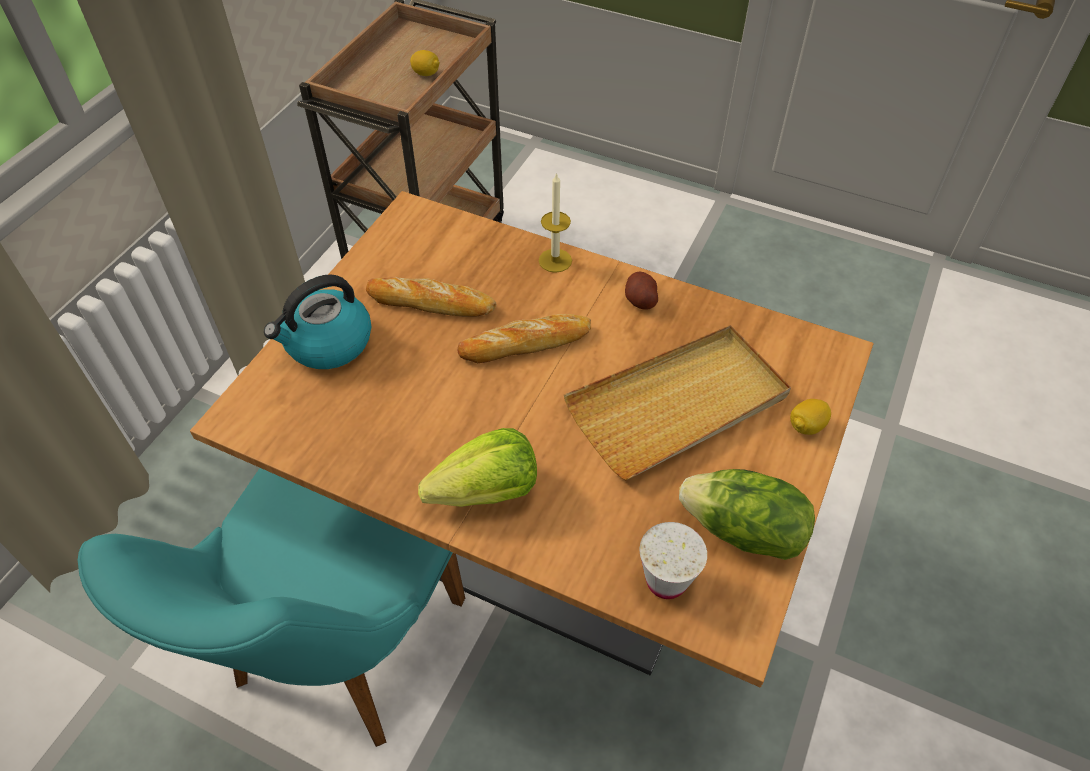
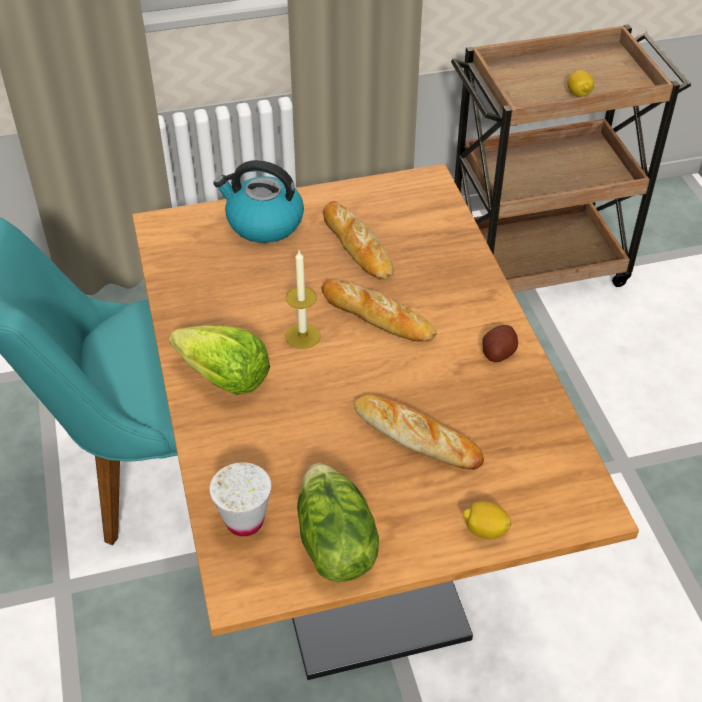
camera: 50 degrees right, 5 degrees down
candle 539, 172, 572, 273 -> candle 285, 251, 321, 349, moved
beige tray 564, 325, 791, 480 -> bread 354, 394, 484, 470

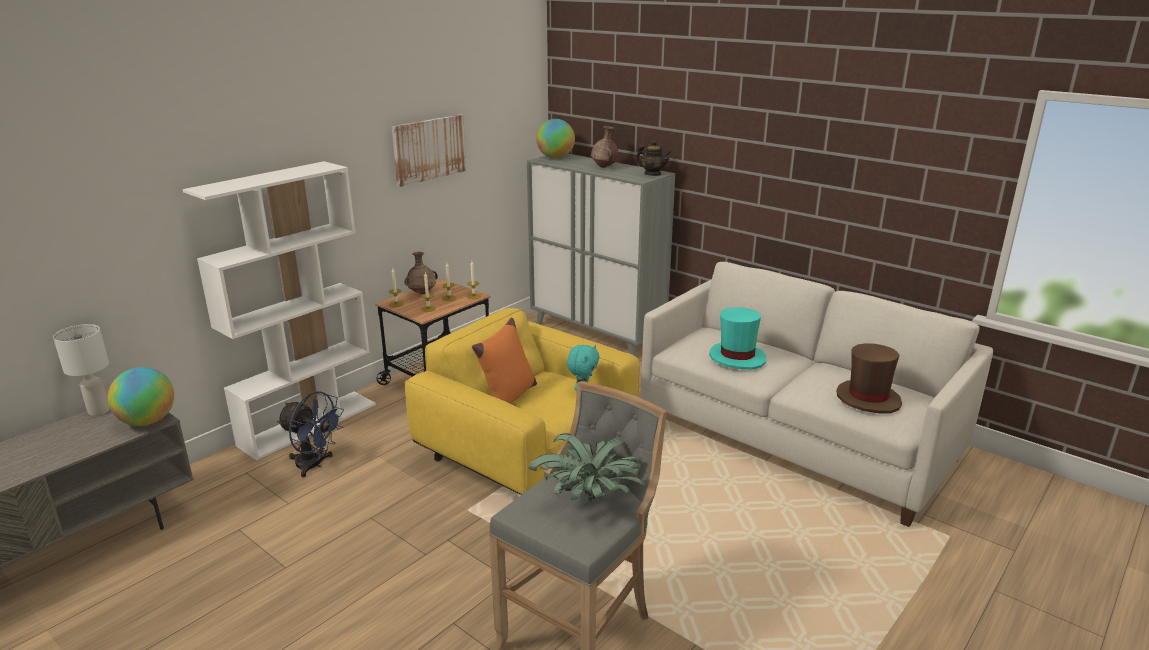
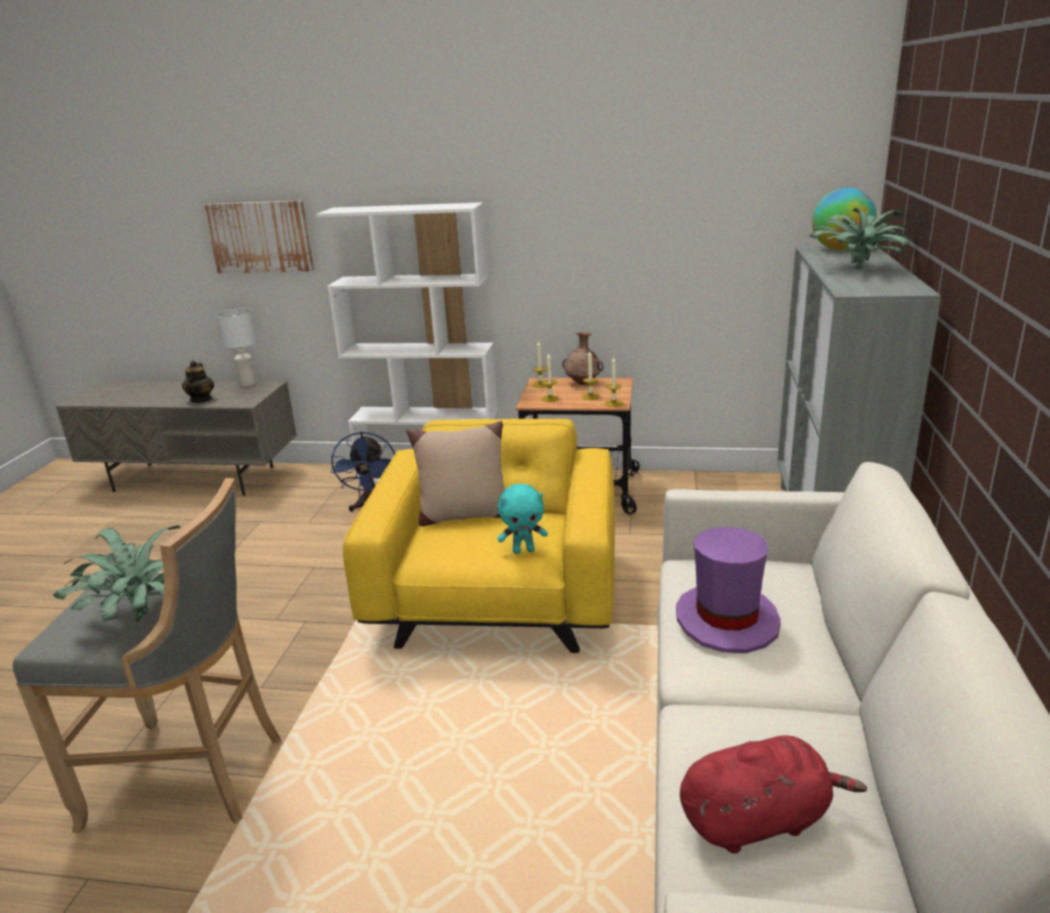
camera: 60 degrees right, 0 degrees up
globe 108, 367, 174, 426 -> none
picture 392, 114, 466, 187 -> picture 204, 200, 314, 273, moved
teapot 635, 140, 672, 176 -> teapot 182, 360, 214, 403, moved
brown vase 591, 126, 618, 168 -> potted plant 809, 209, 924, 269
brown hat 836, 343, 902, 413 -> red plush toy 680, 736, 867, 853
orange pillow 472, 317, 537, 404 -> beige pillow 406, 421, 505, 526
turquoise hat 709, 307, 766, 370 -> purple hat 676, 527, 781, 653

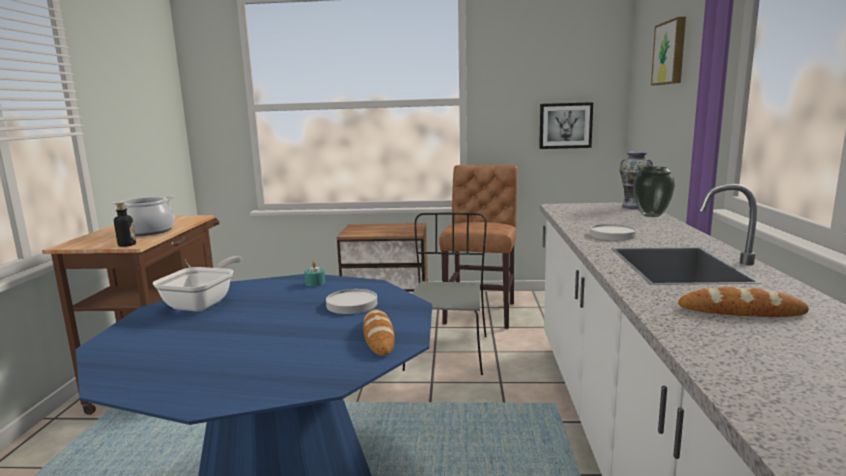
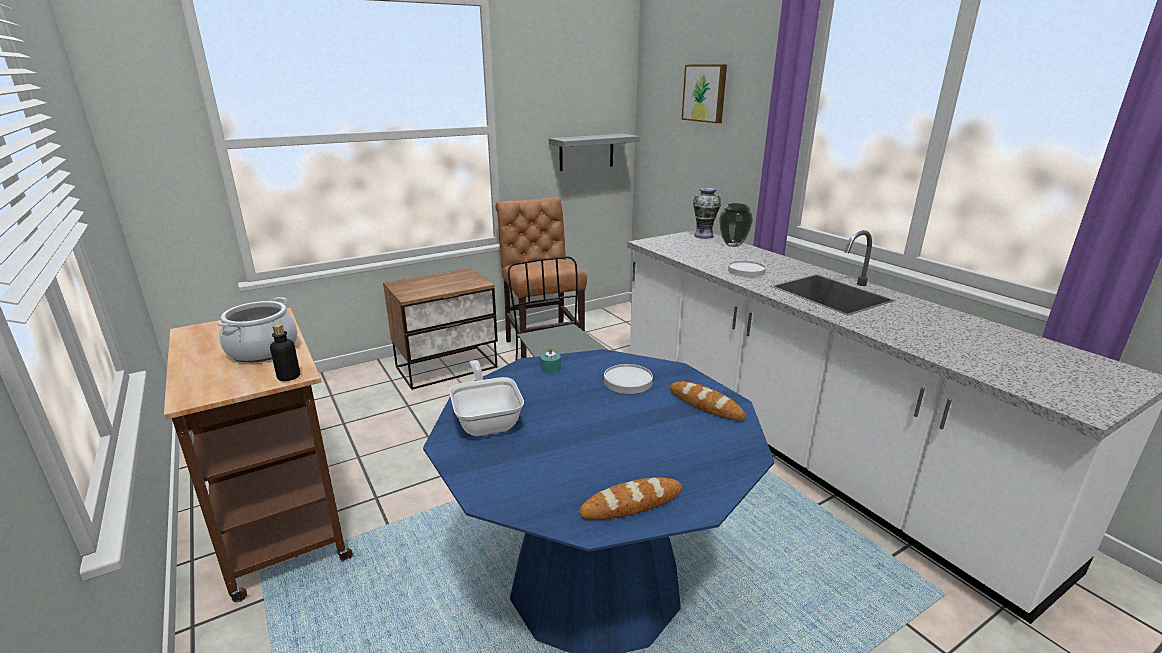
camera: 35 degrees left, 10 degrees up
bread 678, 287, 809, 317 -> bread 579, 477, 682, 520, moved
picture 539, 102, 593, 149 -> grey shelf 549, 134, 640, 171

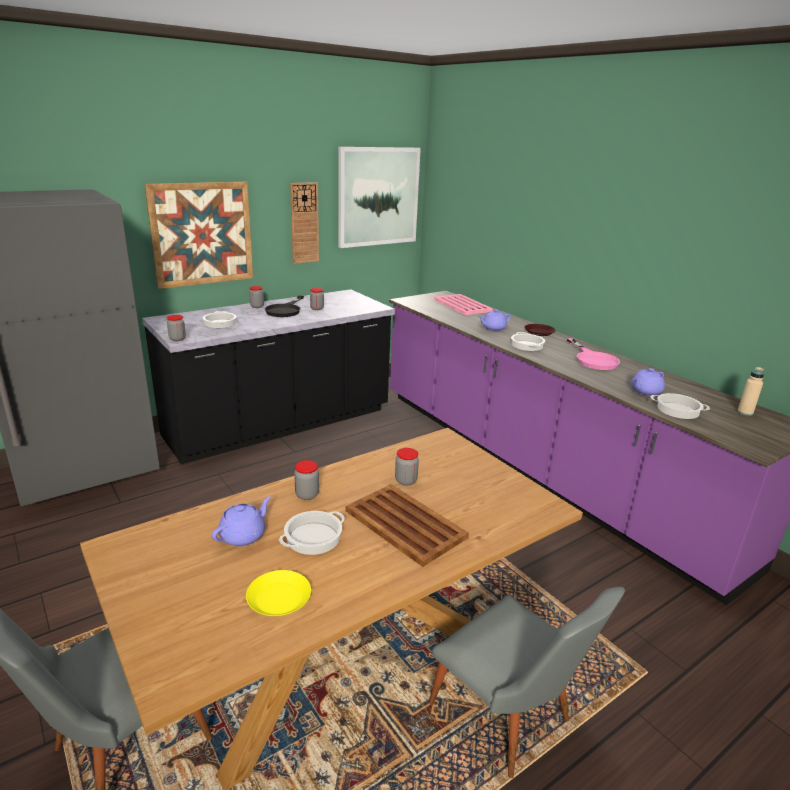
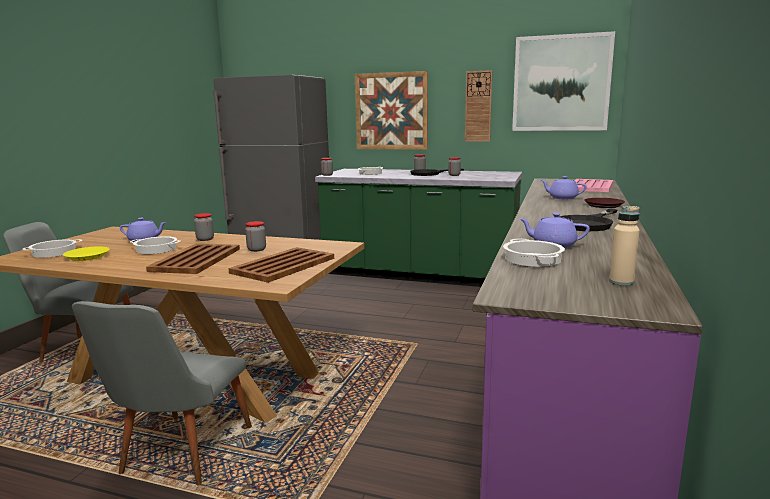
camera: 55 degrees right, 10 degrees down
none -> brown tray 228, 247, 334, 283
cooking pot 511, 332, 545, 351 -> cooking pot 22, 239, 82, 258, moved
black counter 142, 289, 395, 465 -> green counter 315, 169, 522, 287
pink frying pan 567, 338, 620, 370 -> black frying pan 559, 209, 617, 231

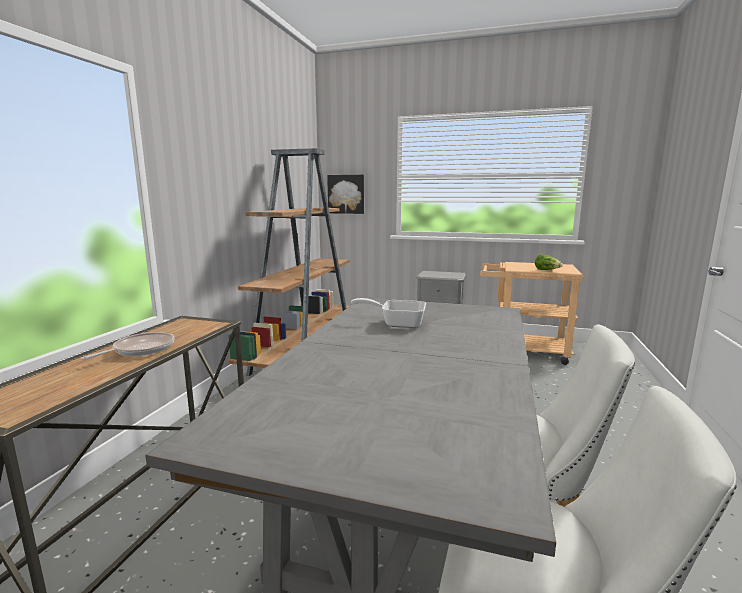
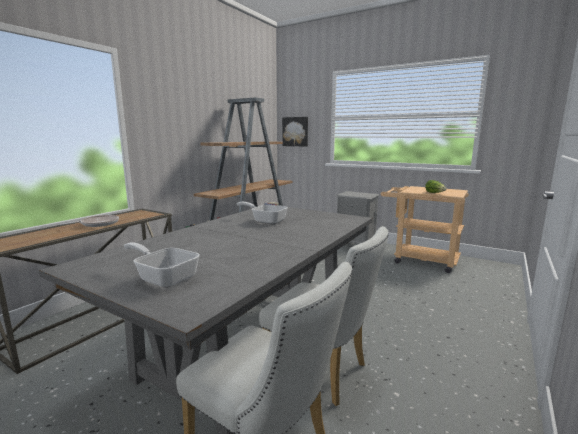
camera: 15 degrees right, 0 degrees up
none -> frying pan 124, 242, 200, 288

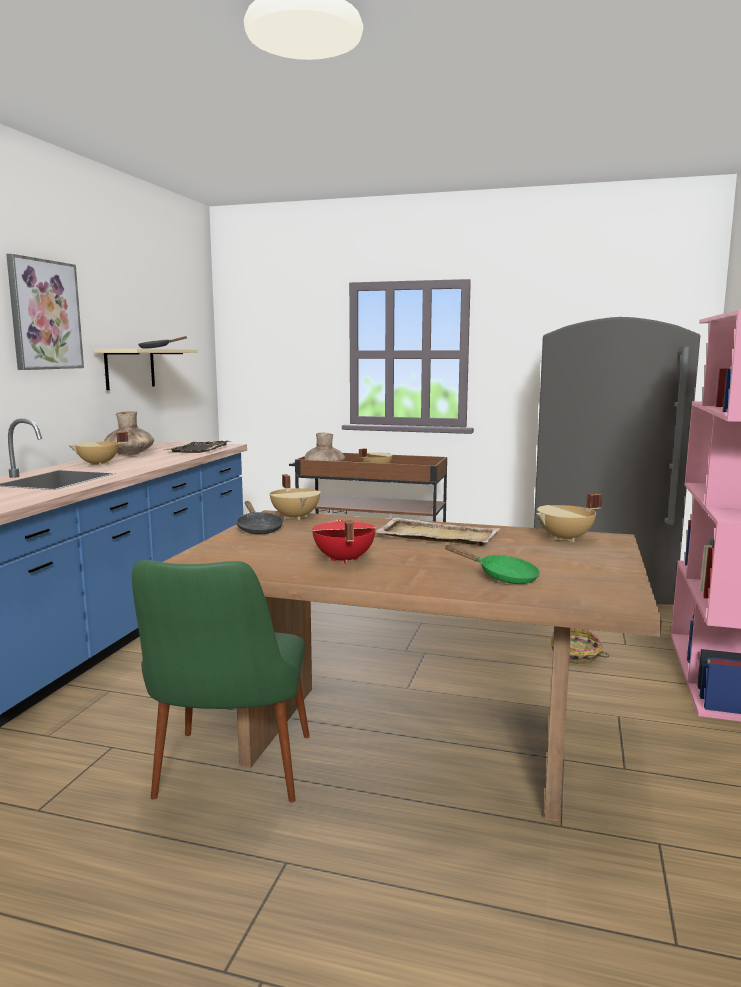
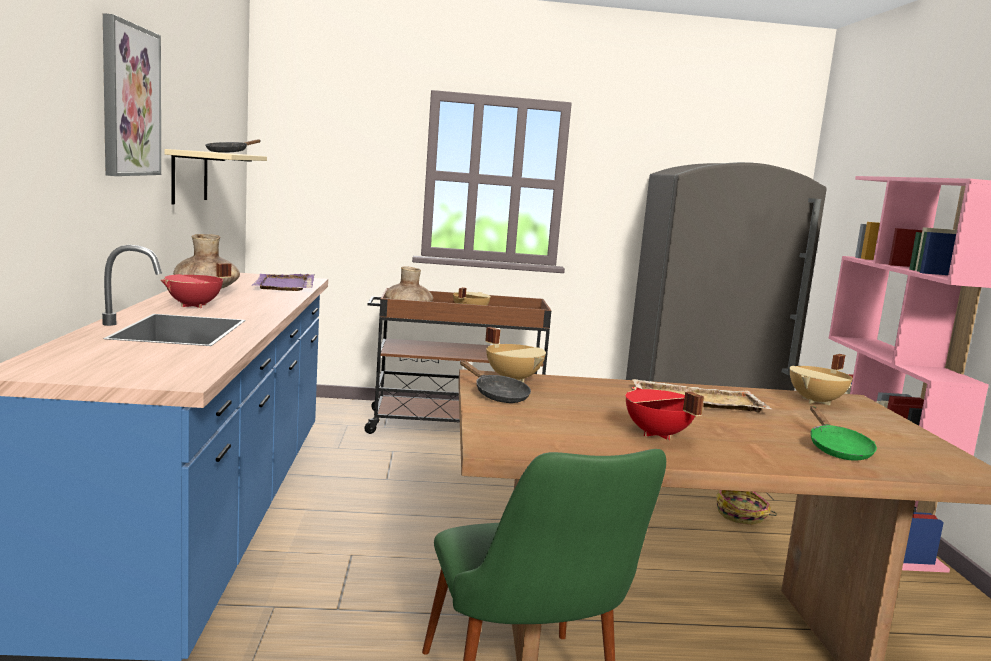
camera: 20 degrees left, 0 degrees up
beige cooking pot 69, 432, 128, 466 -> red cooking pot 160, 263, 231, 308
black tray 164, 440, 230, 453 -> purple tray 252, 274, 315, 291
green frying pan 444, 545, 540, 584 -> green frying pan 810, 406, 877, 461, 75 degrees clockwise

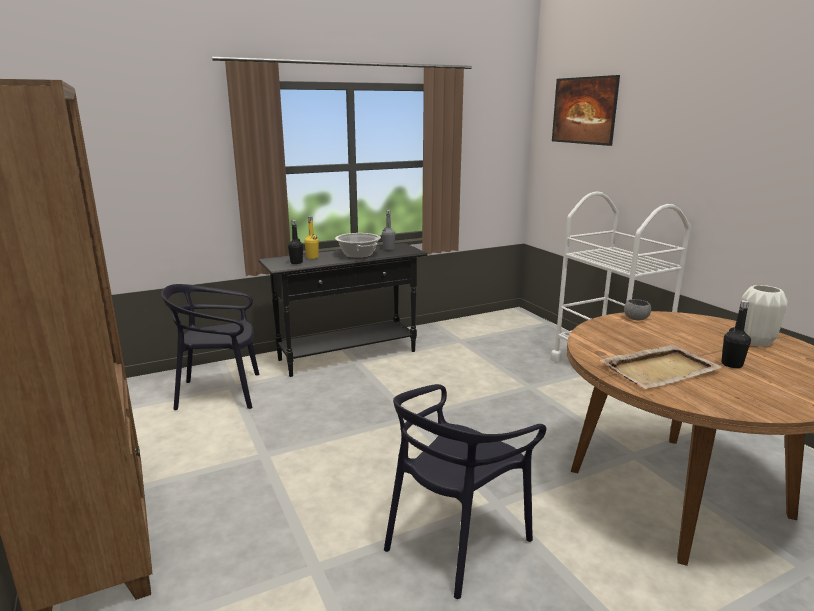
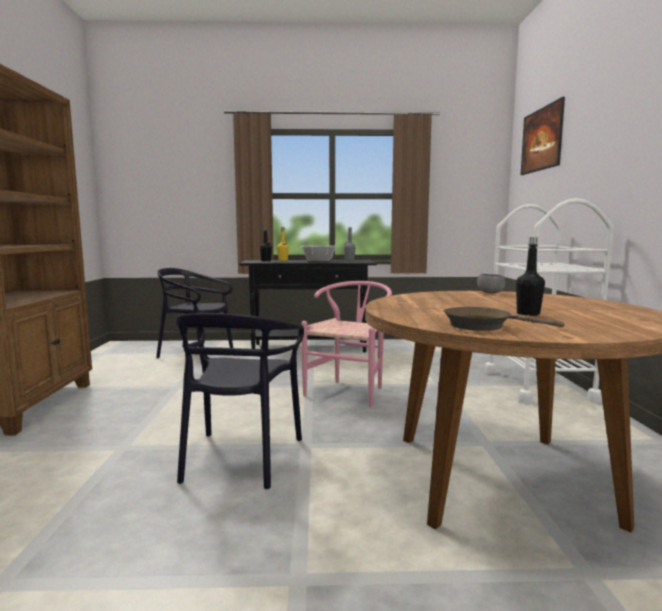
camera: 25 degrees right, 10 degrees down
beige tray 600, 344, 723, 389 -> none
white vase 741, 285, 788, 347 -> none
none -> pink chair 301, 281, 392, 408
none -> brown frying pan 443, 307, 564, 331
black chair 384, 384, 546, 599 -> black chair 175, 313, 304, 489, 60 degrees counterclockwise

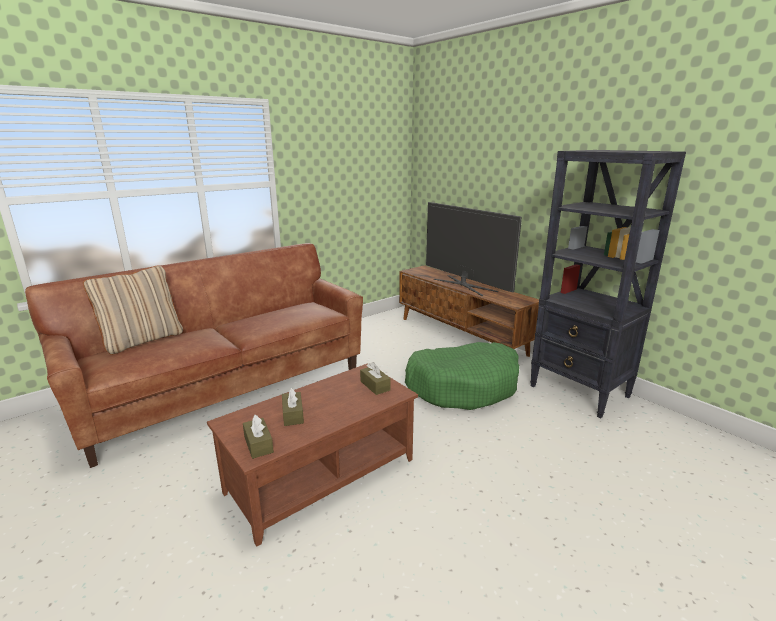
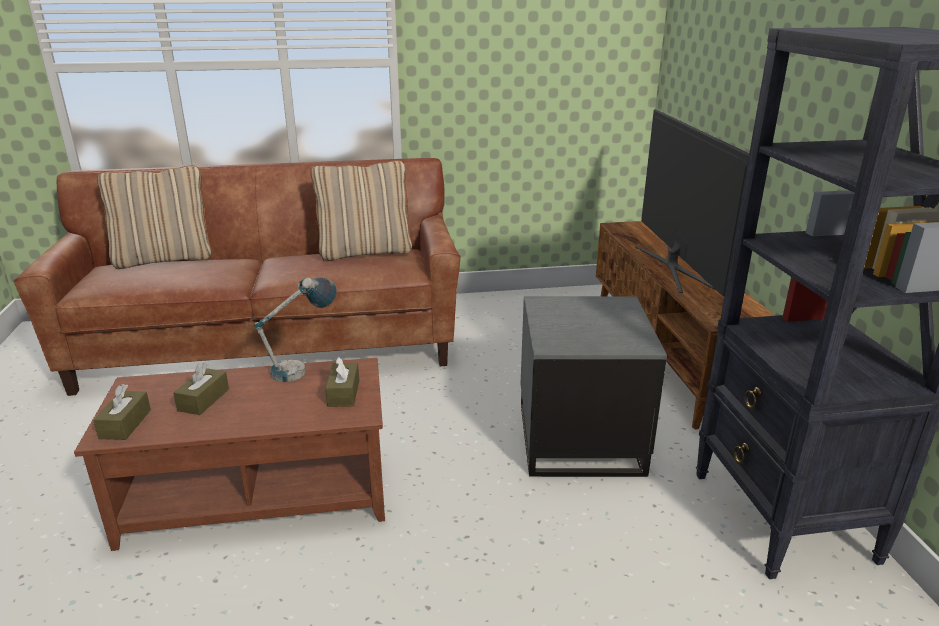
camera: 30 degrees right, 5 degrees up
none -> table lamp 254, 278, 337, 382
none -> beige pillow 311, 160, 412, 261
green dog bed 405, 342, 519, 410 -> grey side table 521, 296, 667, 477

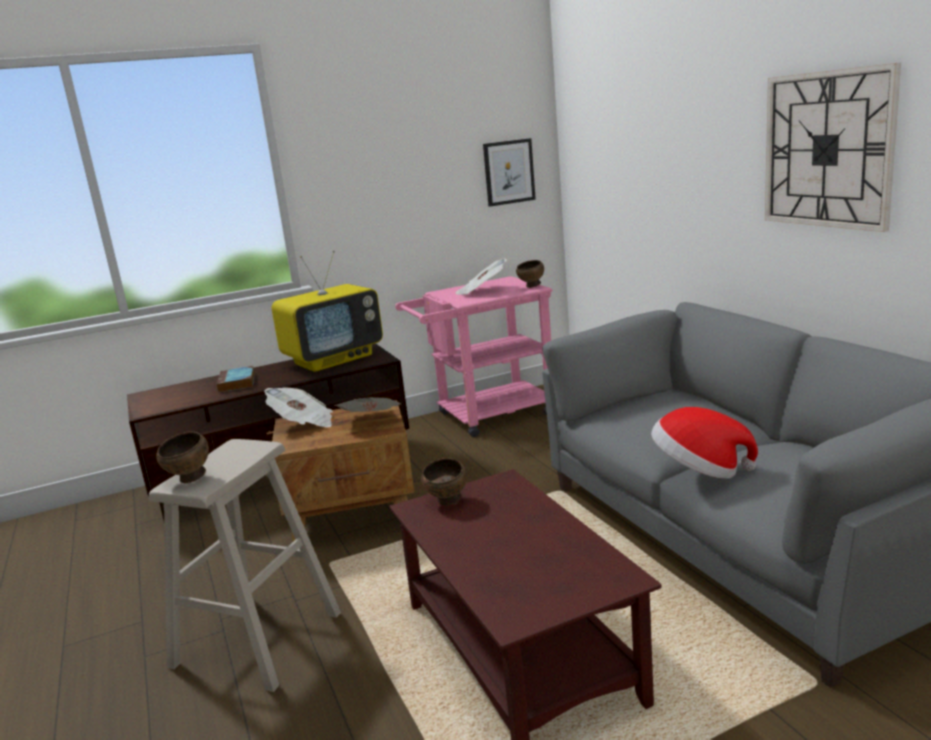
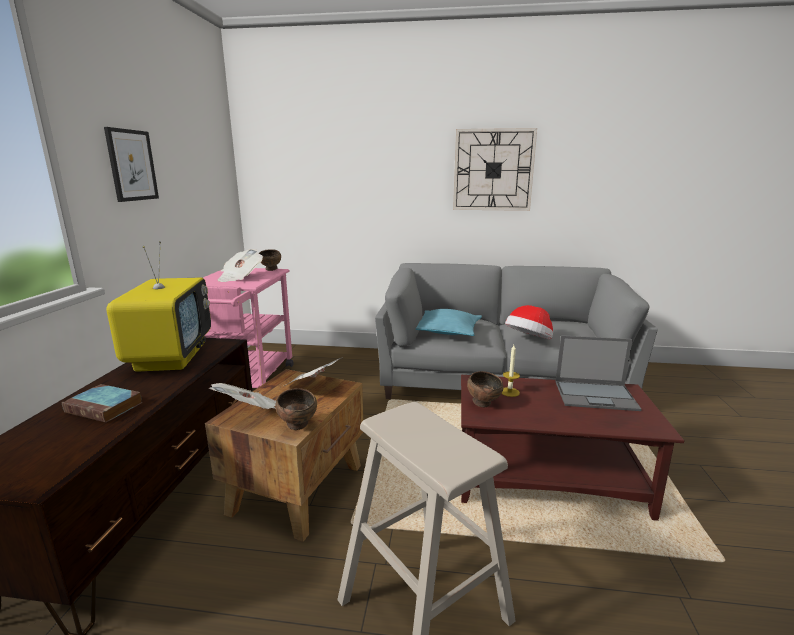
camera: 60 degrees left, 0 degrees up
none -> turquoise pillow 416, 309, 482, 336
none -> candle 502, 345, 520, 397
none -> laptop 555, 335, 642, 411
brown bowl 156, 432, 209, 483 -> brown bowl 275, 388, 317, 430, moved
picture 483, 138, 536, 207 -> picture 104, 127, 159, 202, moved

